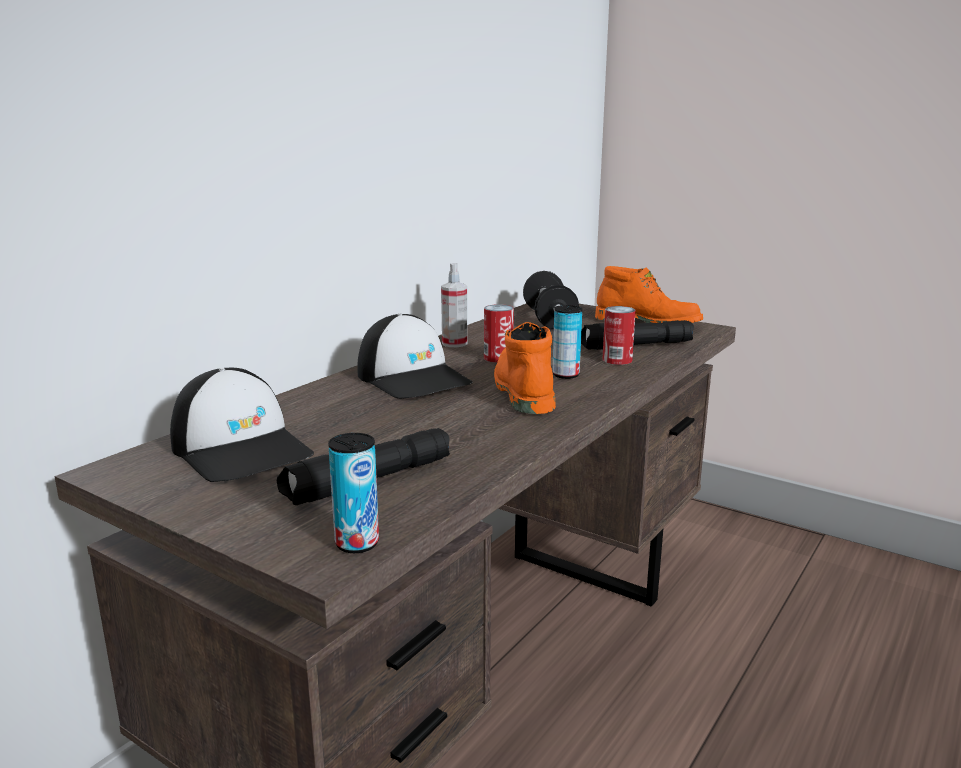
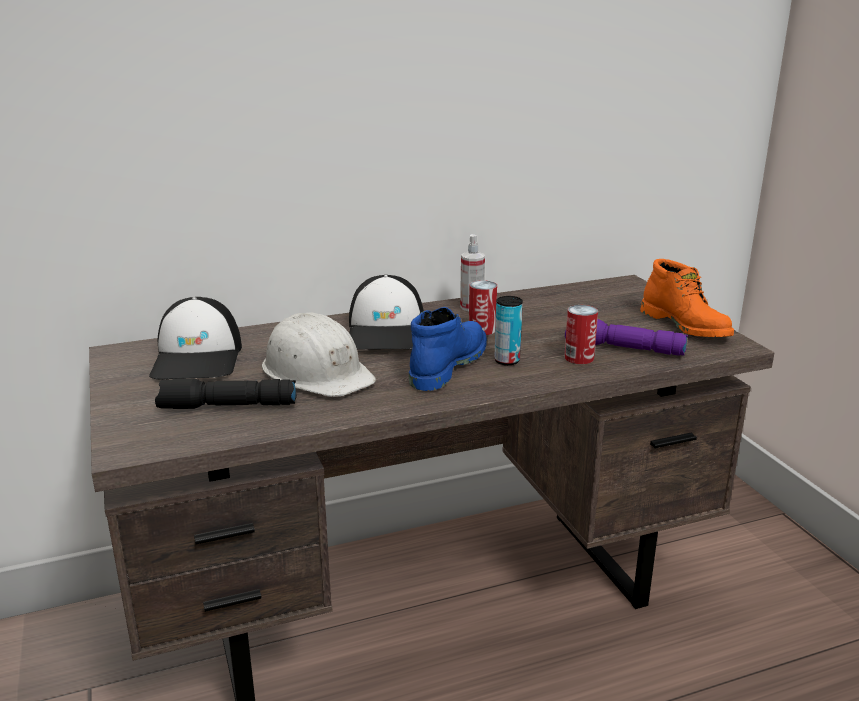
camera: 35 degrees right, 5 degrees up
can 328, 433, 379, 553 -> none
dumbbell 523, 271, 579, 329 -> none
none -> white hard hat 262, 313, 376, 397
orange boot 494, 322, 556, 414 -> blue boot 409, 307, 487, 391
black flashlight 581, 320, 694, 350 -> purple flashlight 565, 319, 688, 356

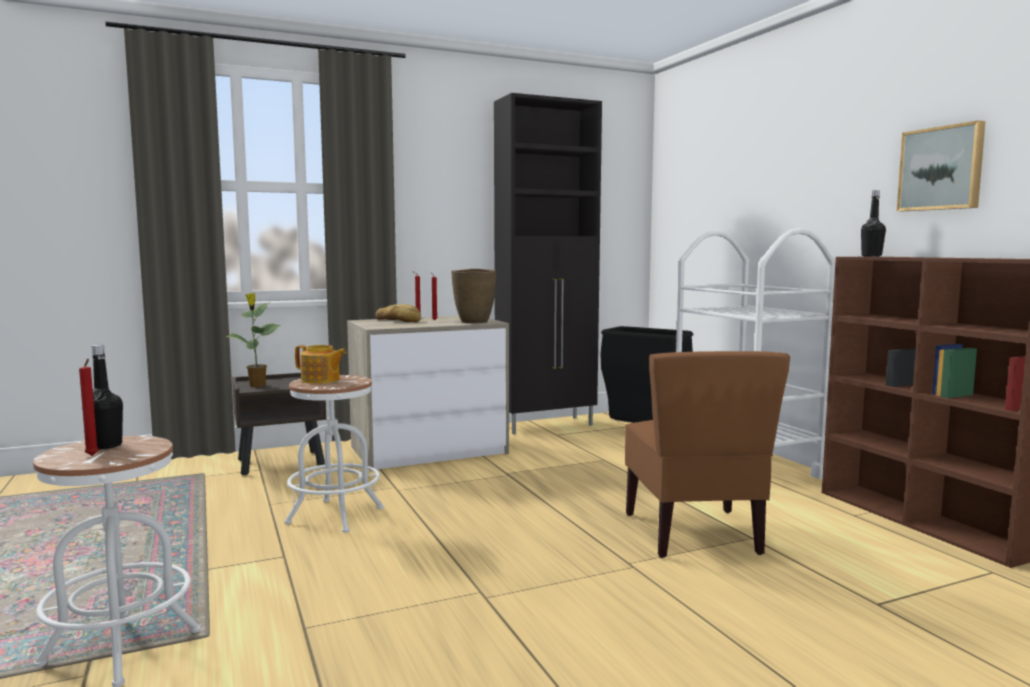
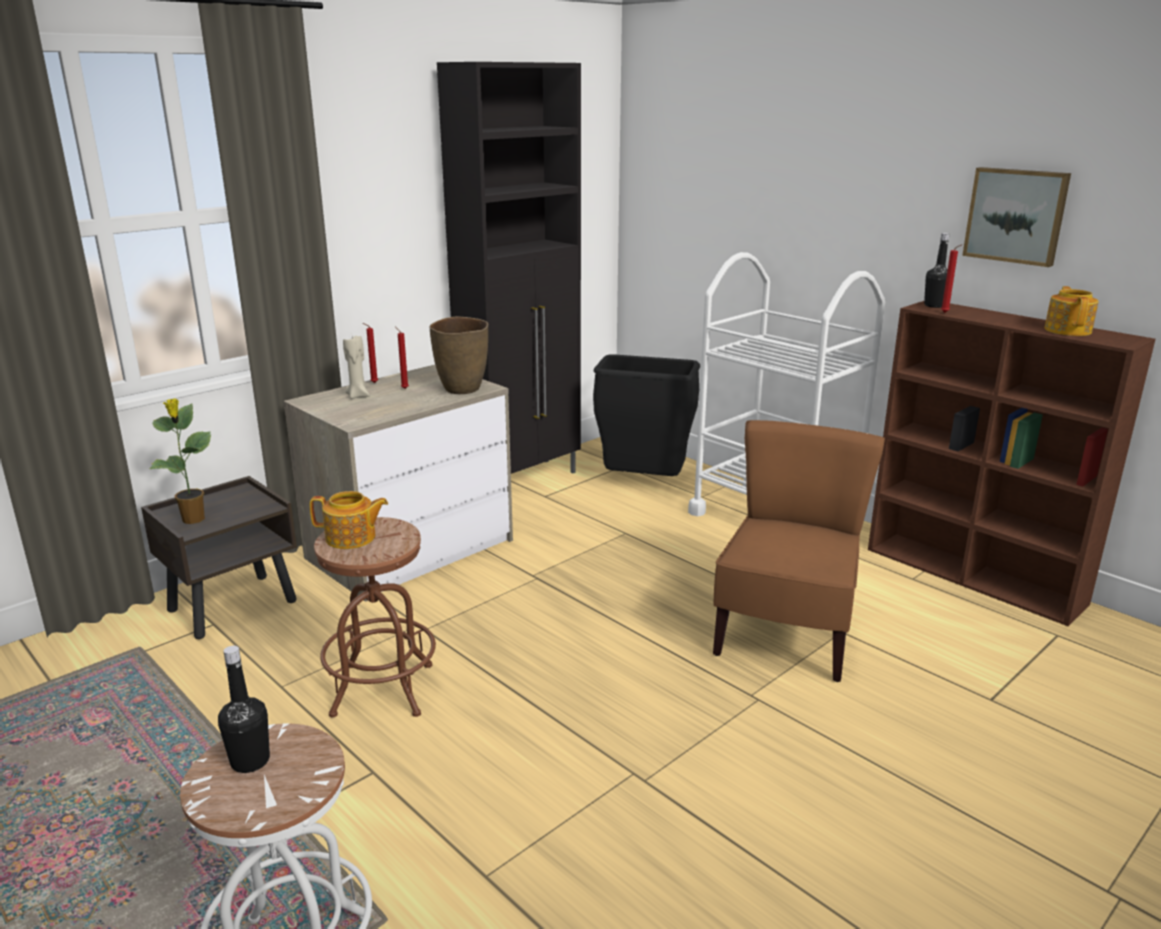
camera: 20 degrees left, 15 degrees up
none -> teapot 1044, 286, 1099, 336
red candle 79, 359, 99, 456 -> red candle 941, 244, 963, 313, moved
bread 375, 304, 421, 322 -> beige candle 343, 336, 370, 399
white stool 285, 375, 384, 533 -> brown stool 314, 517, 436, 717
brown chair 625, 351, 790, 558 -> brown chair 713, 420, 885, 682, 135 degrees counterclockwise

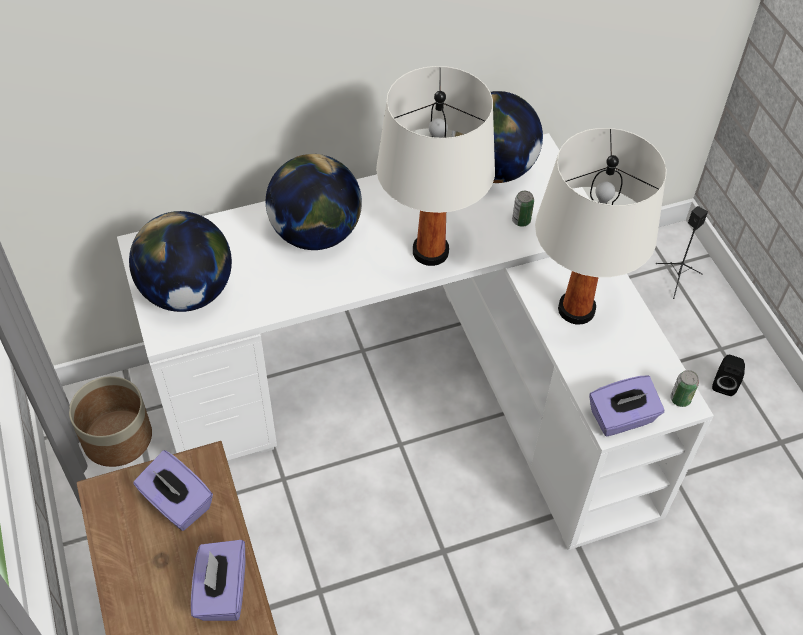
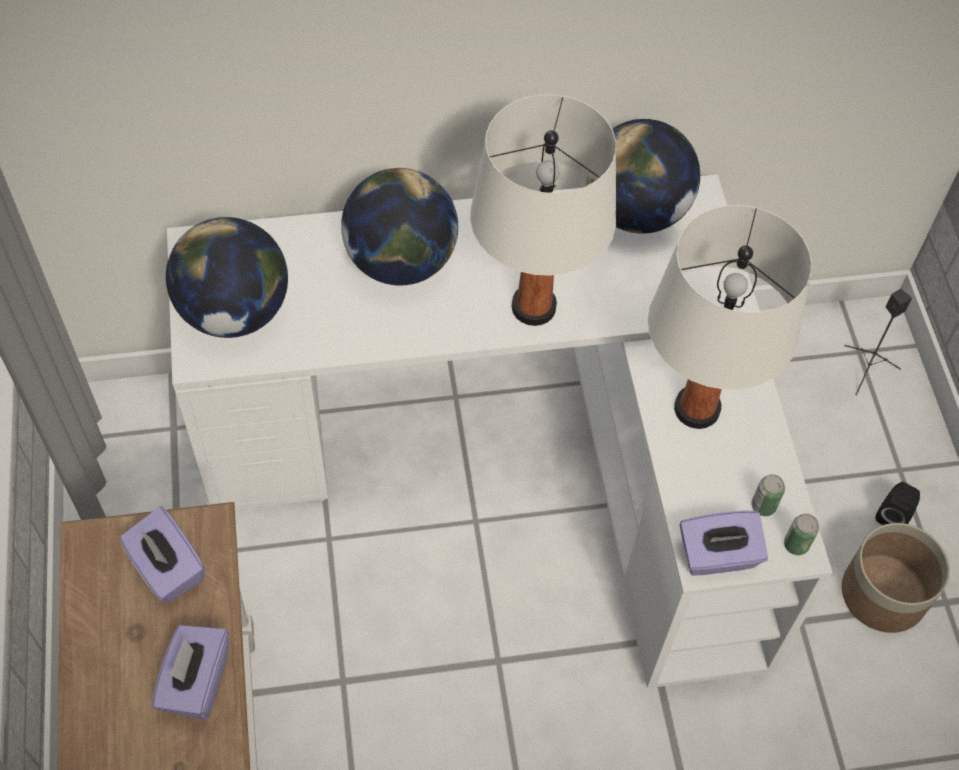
camera: 10 degrees right, 5 degrees up
planter 69, 376, 152, 467 -> planter 842, 523, 950, 633, moved
can 512, 191, 534, 227 -> can 751, 474, 785, 516, moved

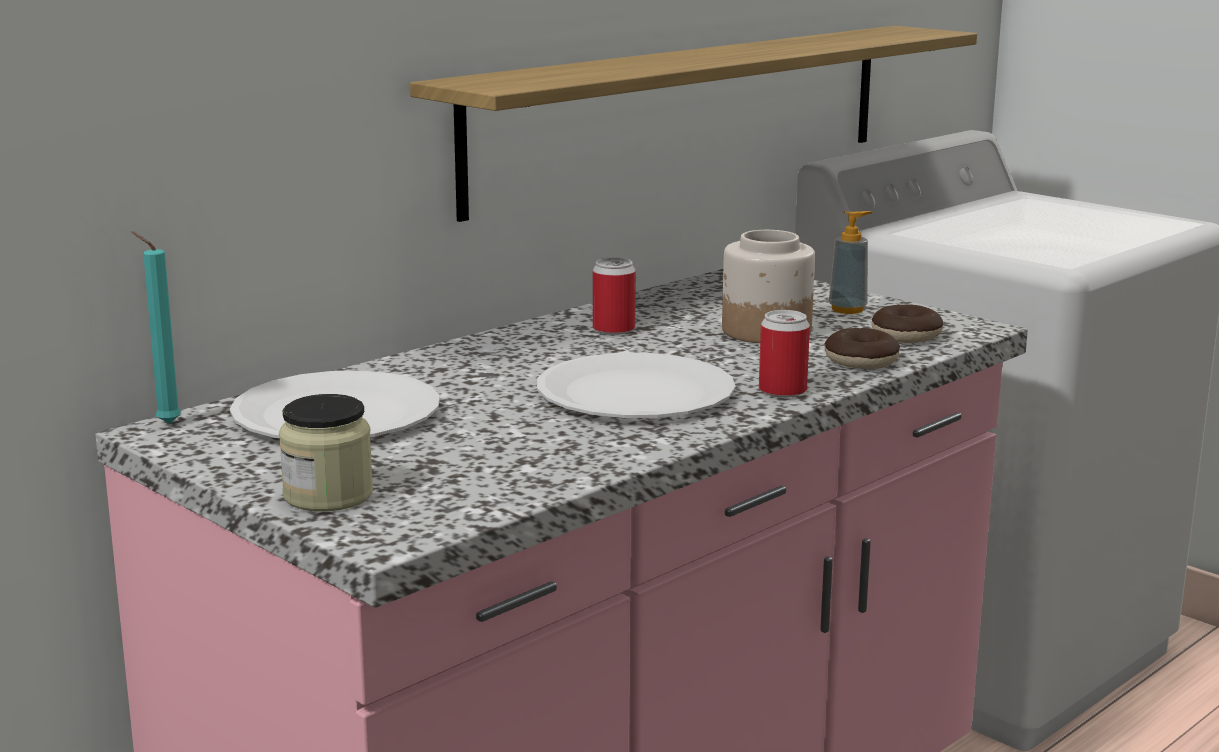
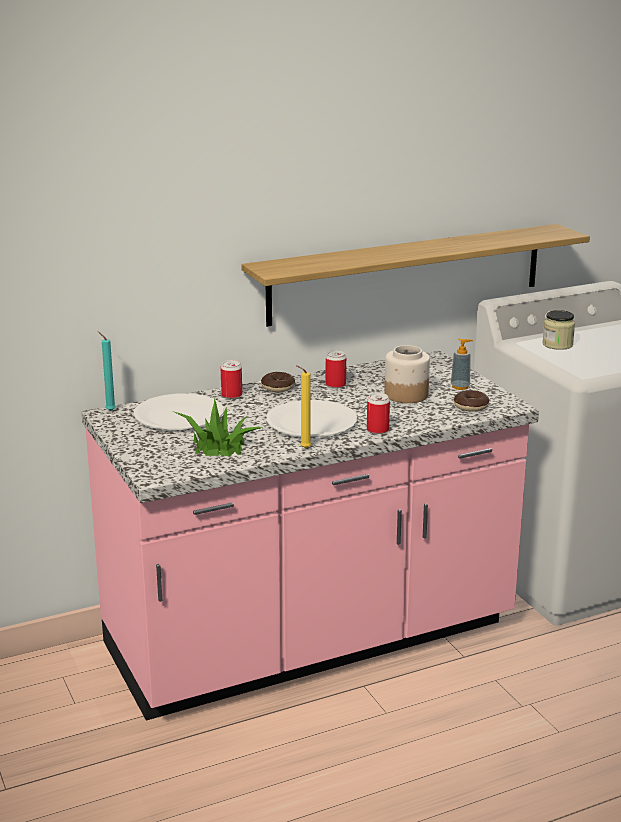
camera: 20 degrees right, 5 degrees up
none -> potted plant 173, 398, 262, 456
none -> can 220, 360, 242, 399
none -> yellow candle 296, 365, 311, 448
jar 279, 394, 373, 511 -> jar 542, 310, 575, 350, moved
donut 825, 328, 900, 369 -> donut 261, 372, 295, 392, moved

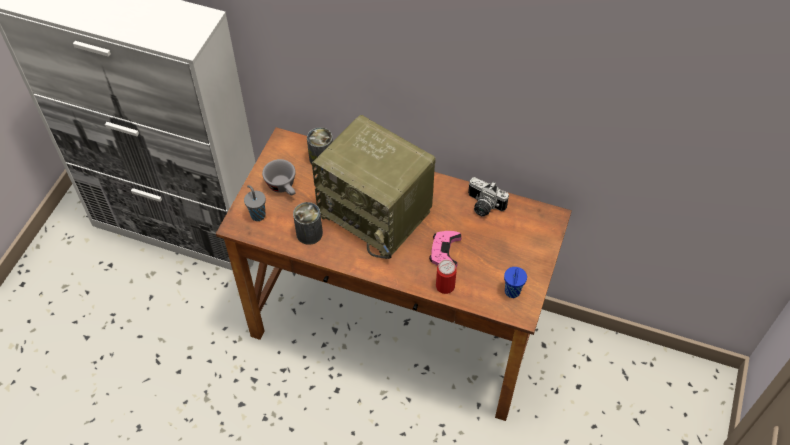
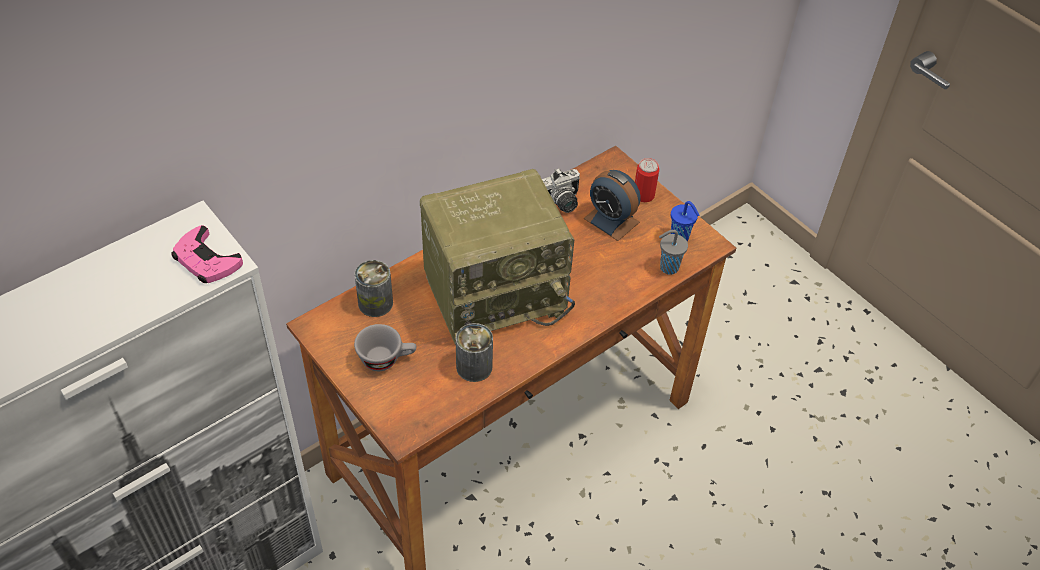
camera: 60 degrees left, 5 degrees down
none -> alarm clock 584, 170, 641, 241
grey cup 244, 185, 266, 221 -> grey cup 659, 230, 688, 275, moved
pink game controller 429, 231, 462, 267 -> pink game controller 171, 225, 243, 283, moved
can 436, 260, 457, 294 -> can 635, 158, 660, 202, moved

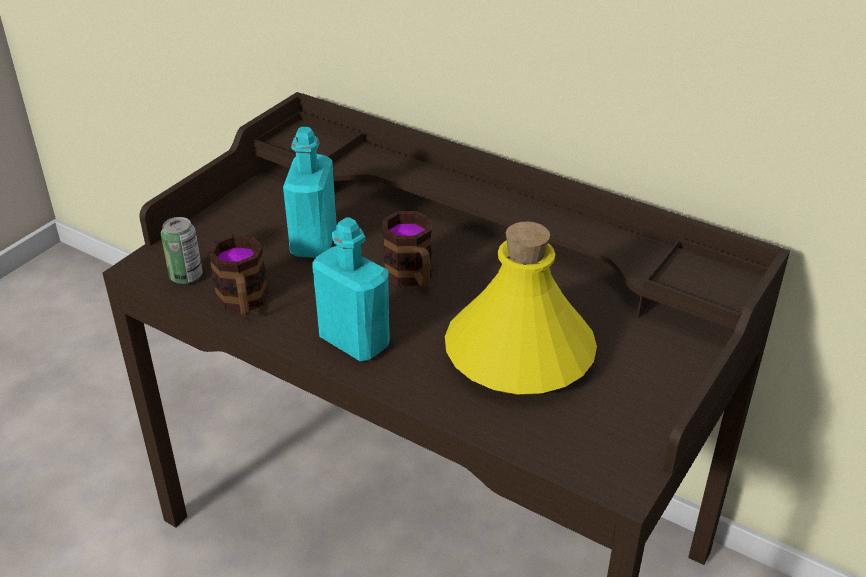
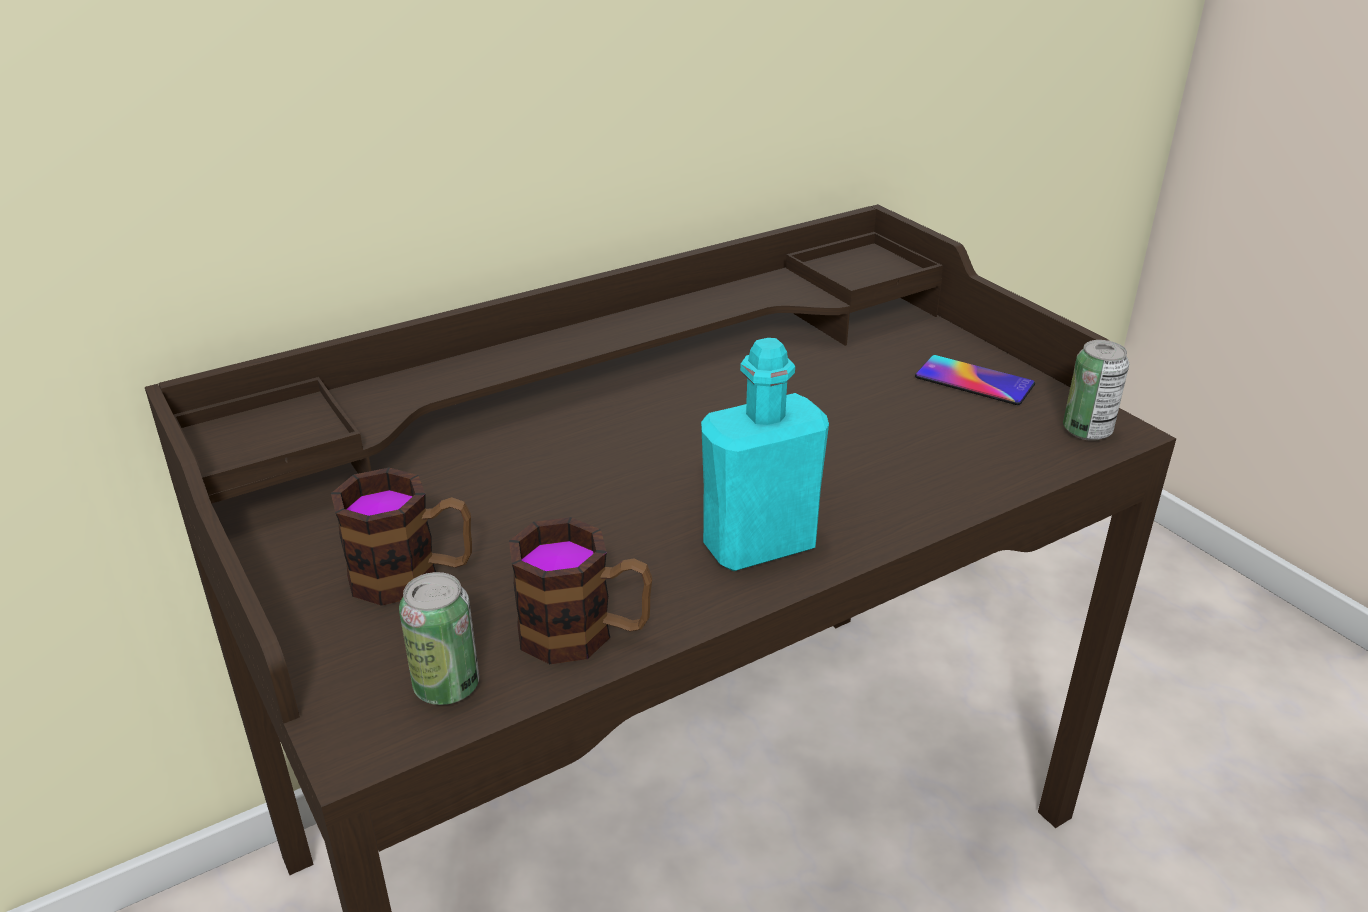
camera: 65 degrees left, 5 degrees down
turquoise bottle 283, 127, 337, 258 -> none
yellow bottle 445, 222, 597, 395 -> none
none -> phone 915, 355, 1035, 405
none -> can 1063, 340, 1129, 441
mug 382, 211, 432, 288 -> mug 331, 468, 472, 606, moved

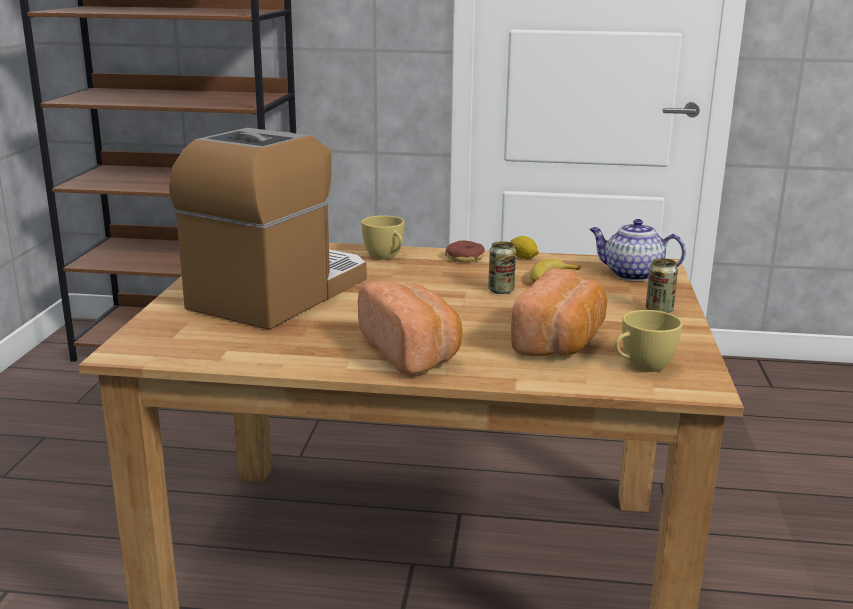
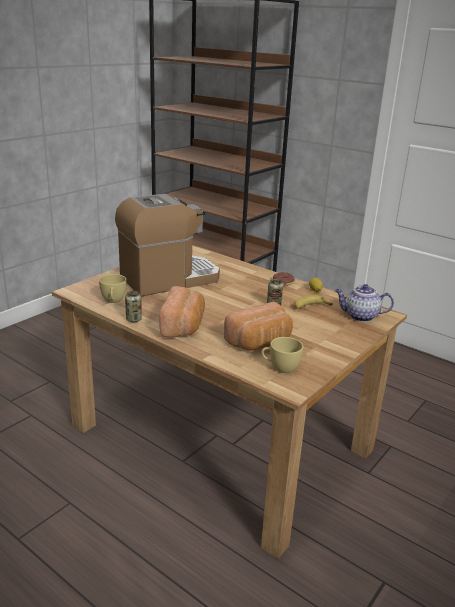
camera: 30 degrees right, 5 degrees up
yellow cup 361, 216, 404, 259 -> yellow cup 99, 274, 126, 303, moved
can 646, 258, 678, 313 -> can 125, 291, 142, 322, moved
teapot 589, 219, 686, 281 -> teapot 335, 284, 394, 322, 45 degrees counterclockwise

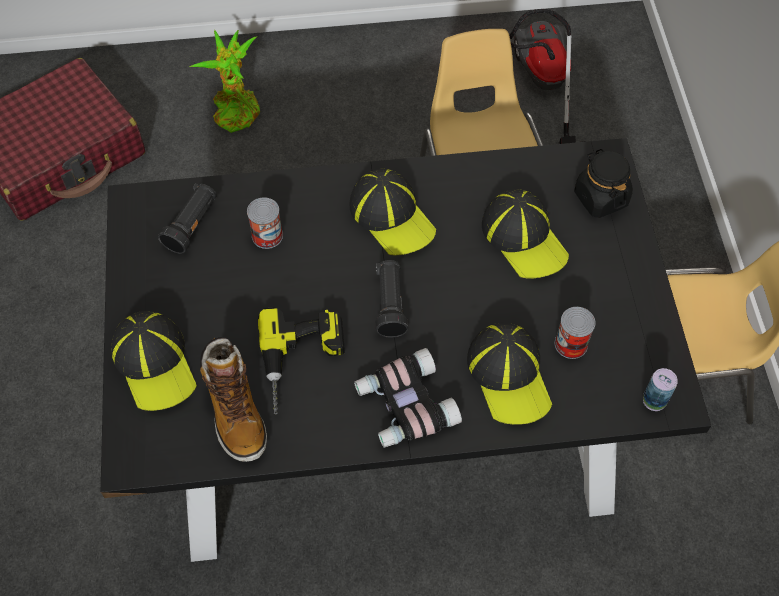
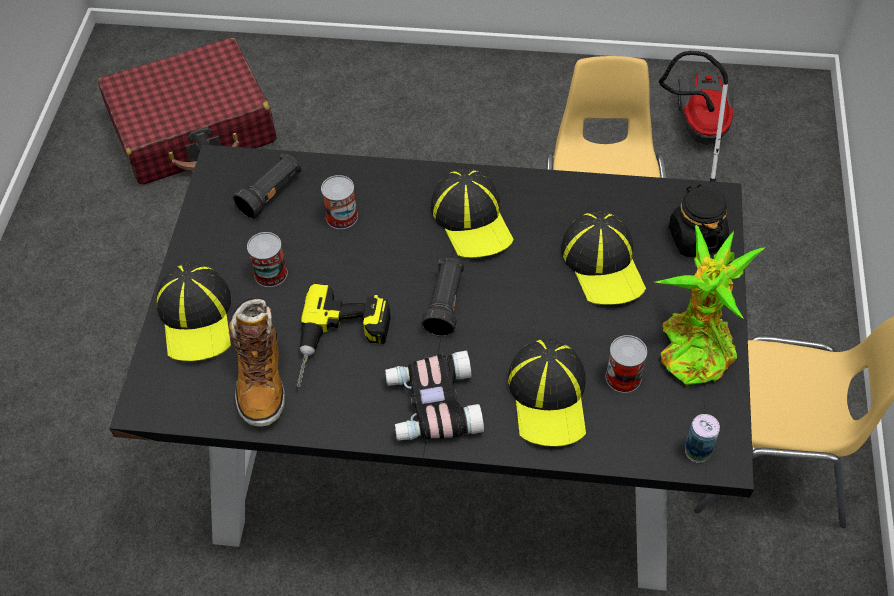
camera: 15 degrees right, 5 degrees down
none -> can 247, 232, 288, 287
potted plant 189, 30, 260, 133 -> potted plant 656, 225, 766, 385, moved

